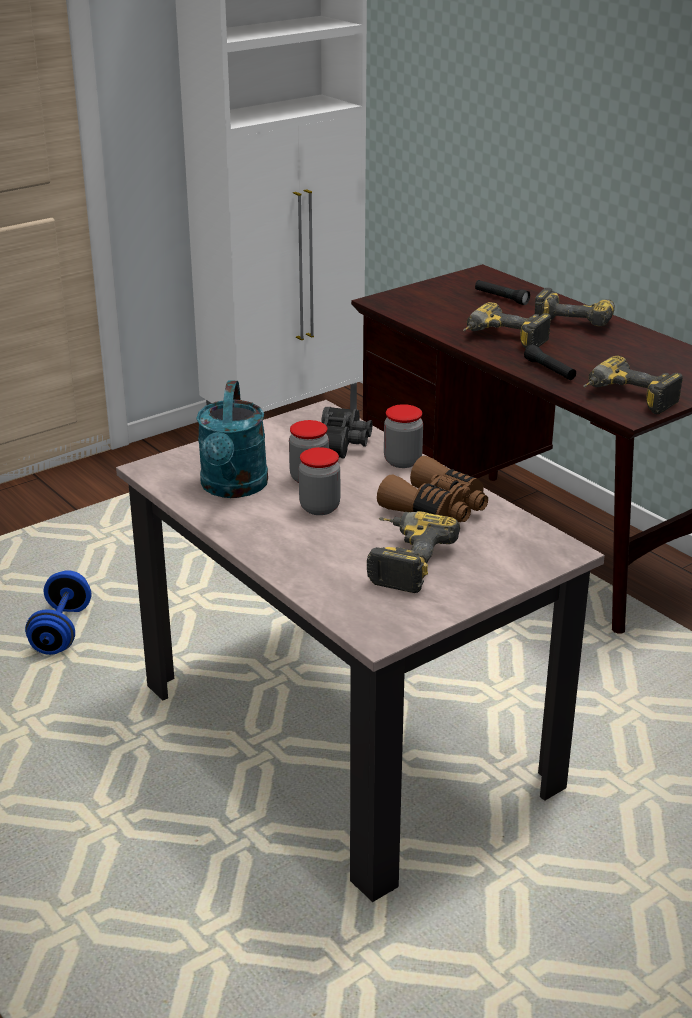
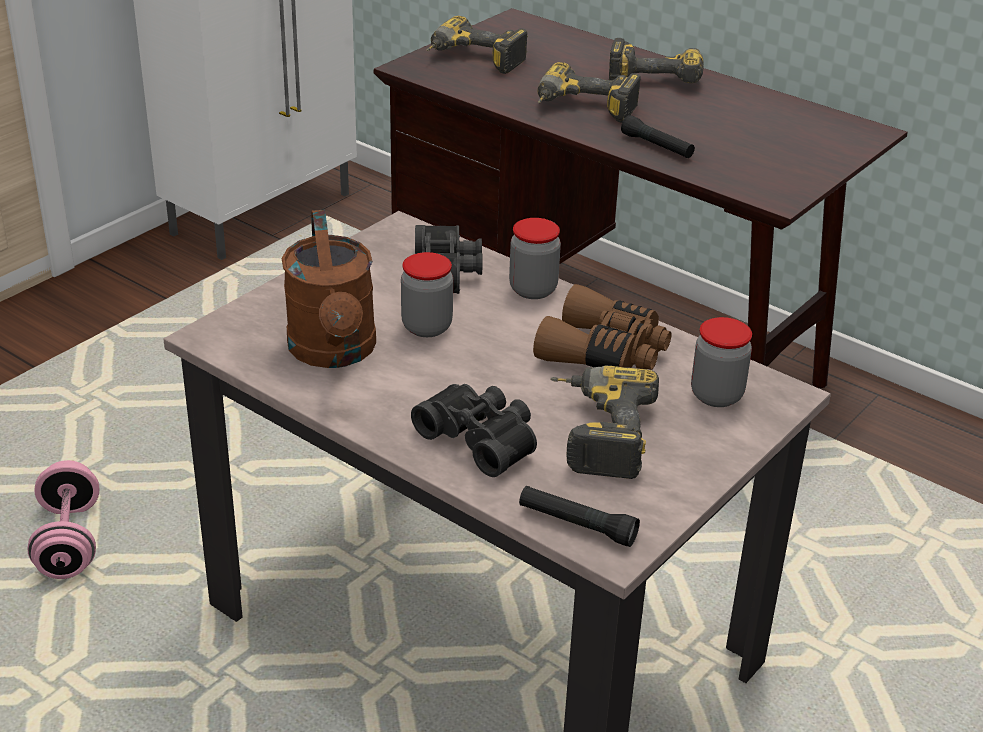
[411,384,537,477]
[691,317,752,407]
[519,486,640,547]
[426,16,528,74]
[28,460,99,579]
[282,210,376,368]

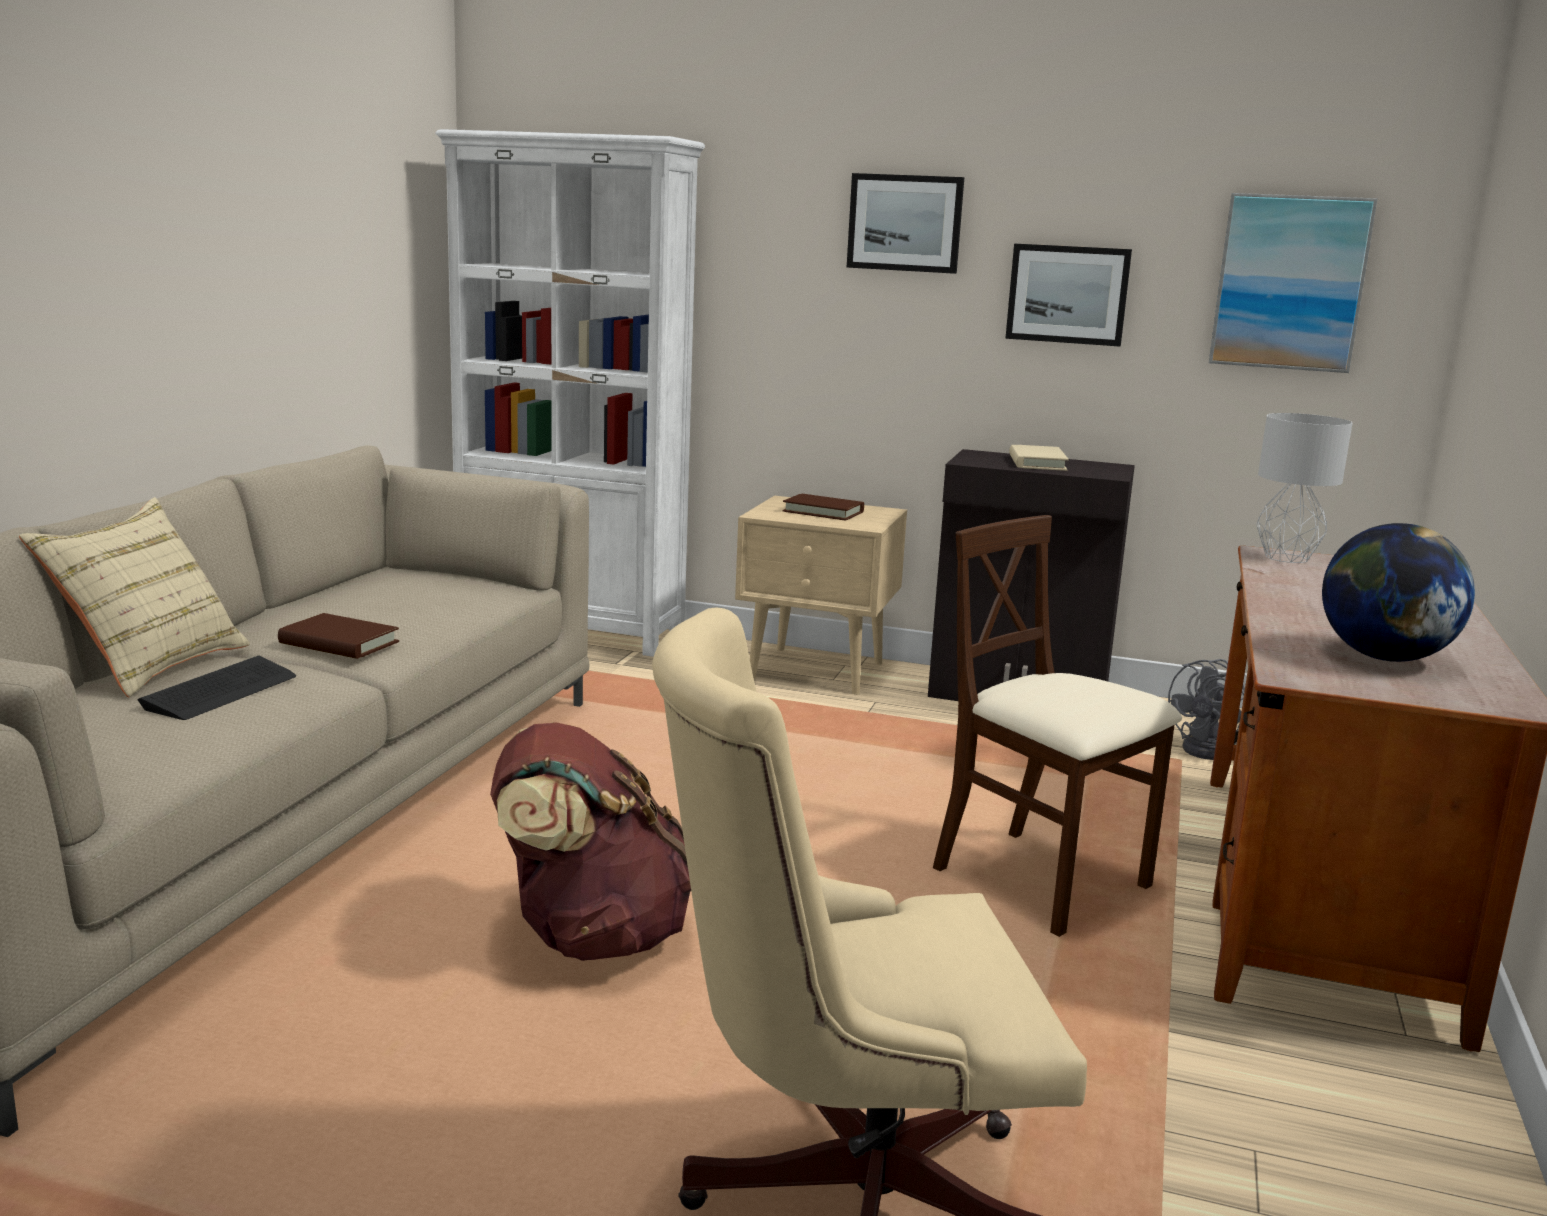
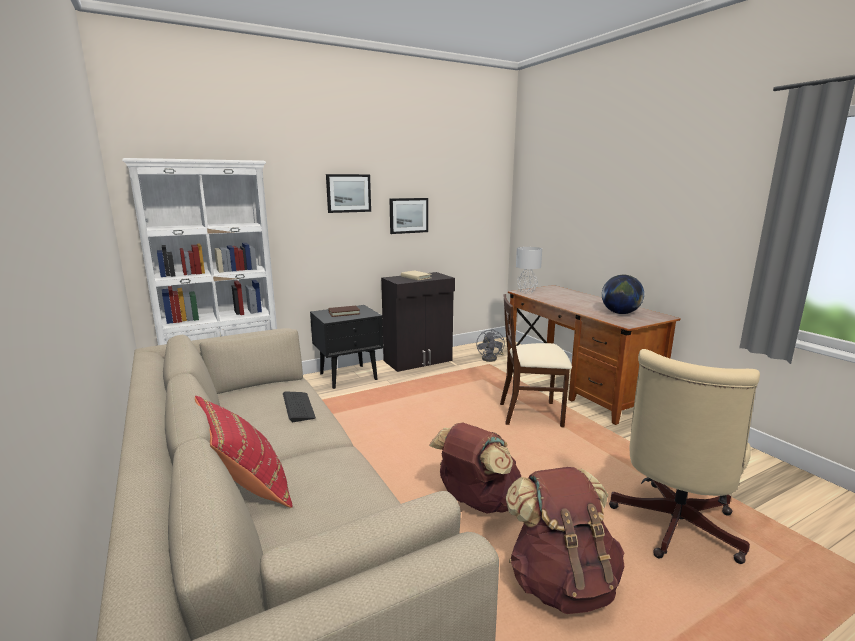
[278,613,399,659] (first image)
[1209,193,1378,373] (first image)
[506,467,625,614]
[283,391,316,422]
[195,396,293,508]
[310,305,383,389]

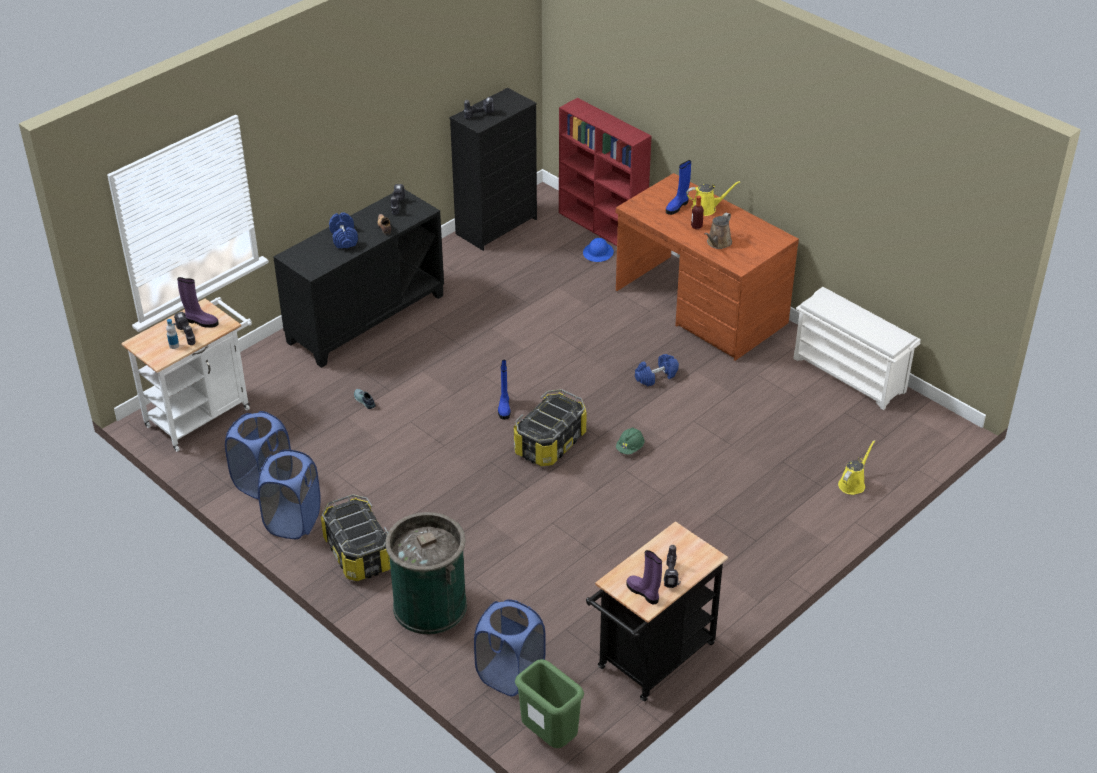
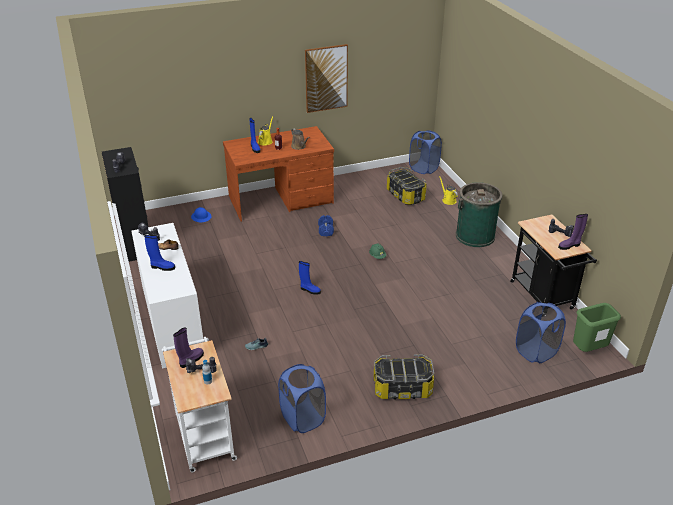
[559,98,651,246] (first image)
[793,287,921,410] (first image)
[305,44,348,113]
[409,130,442,174]
[456,182,503,247]
[387,167,427,205]
[144,235,175,271]
[131,223,203,369]

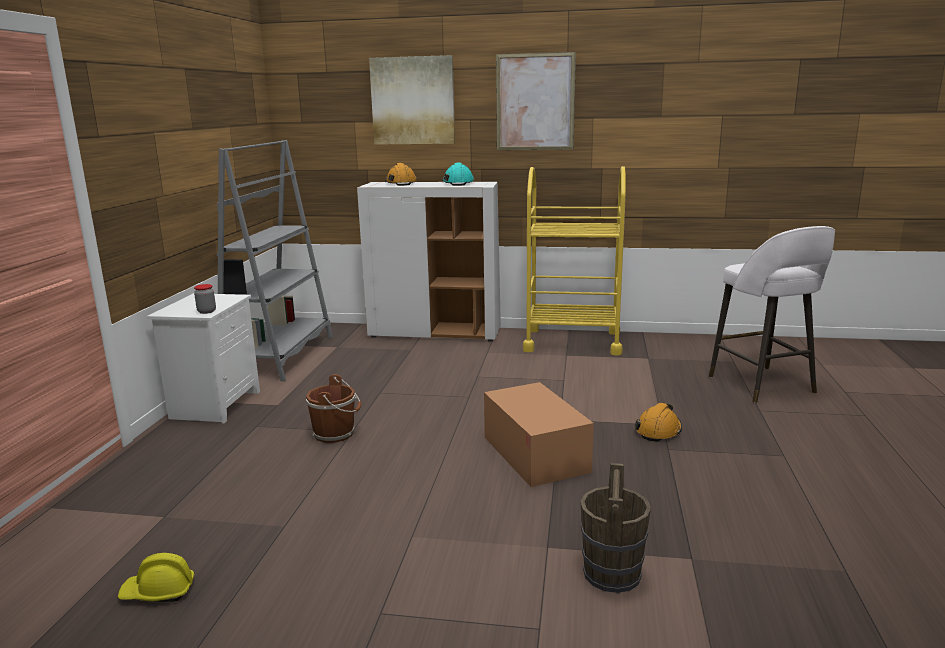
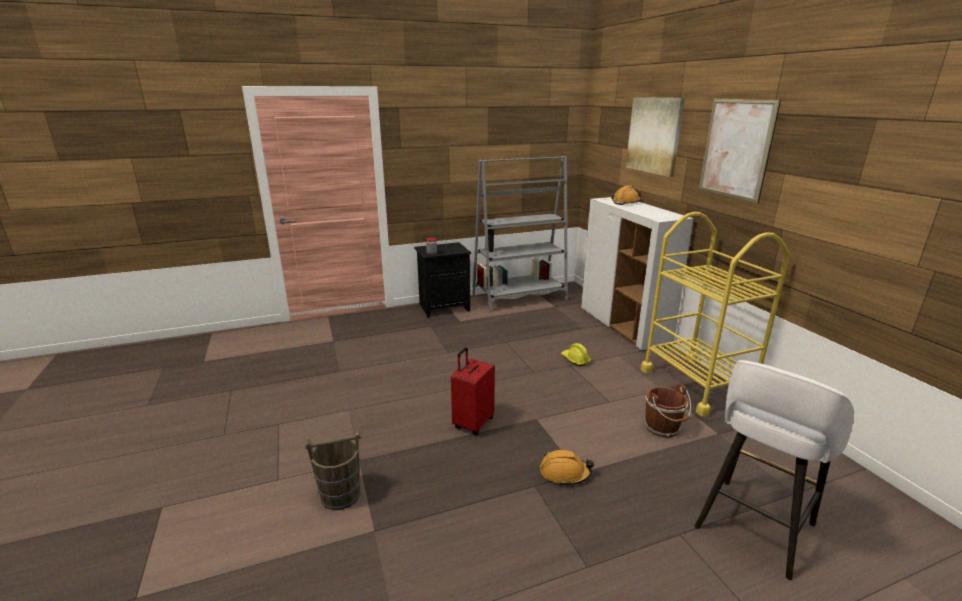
[442,162,475,186] (first image)
[561,343,591,366]
[644,384,691,437]
[451,347,495,435]
[414,242,471,318]

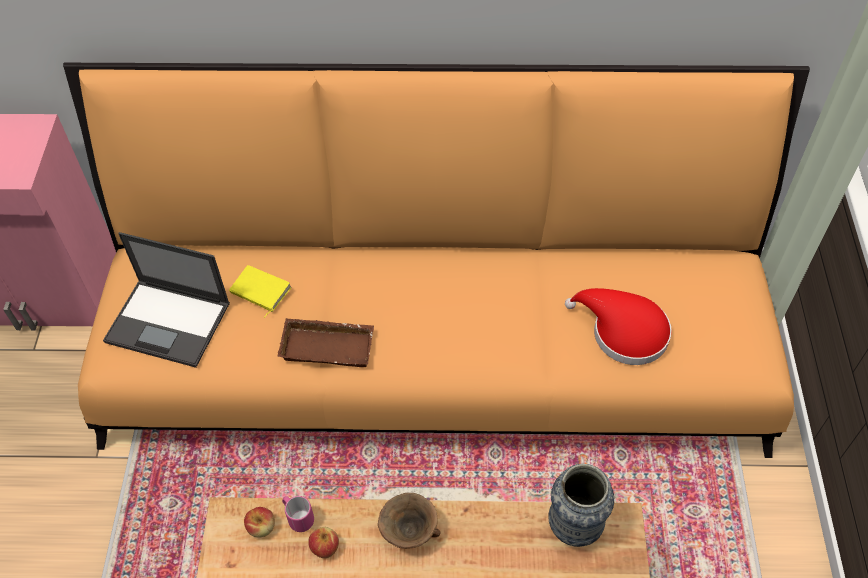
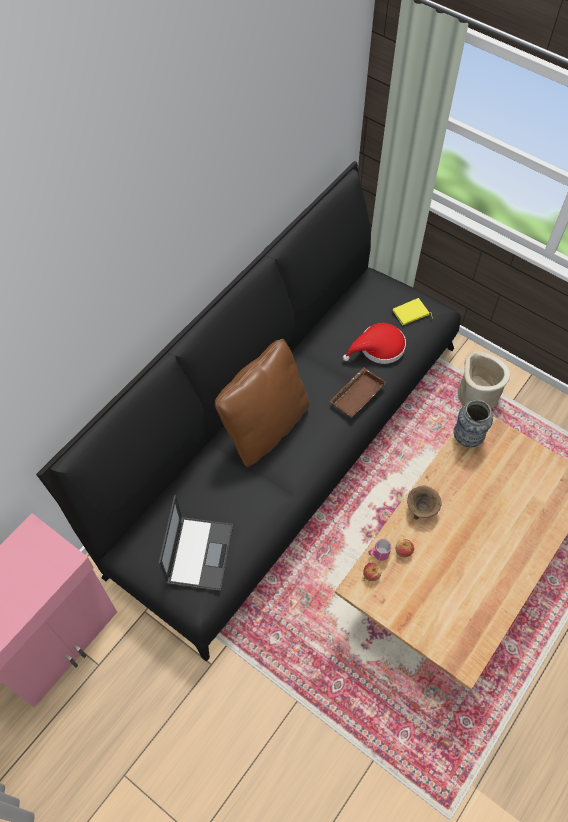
[215,339,309,467]
[458,351,510,409]
[393,298,433,325]
[330,367,386,418]
[36,161,461,661]
[159,495,233,591]

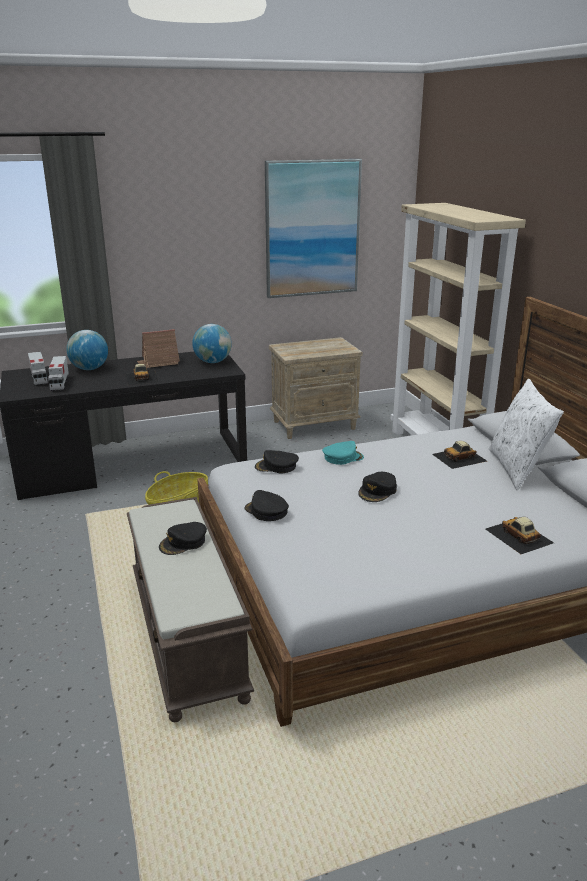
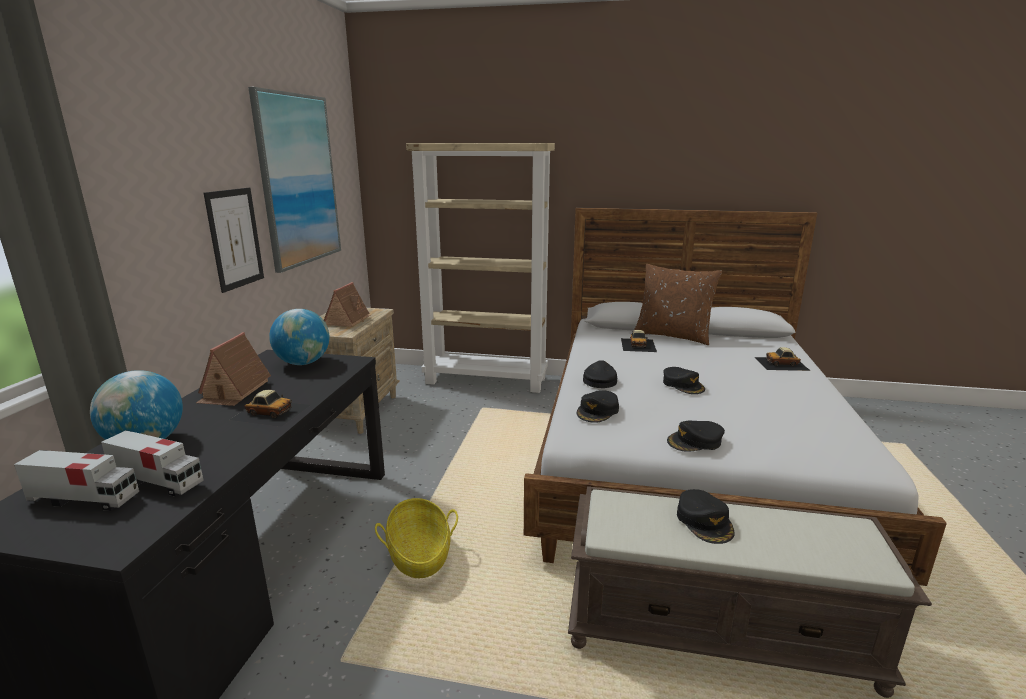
[204,188,264,293]
[324,282,370,327]
[583,360,617,388]
[634,264,722,345]

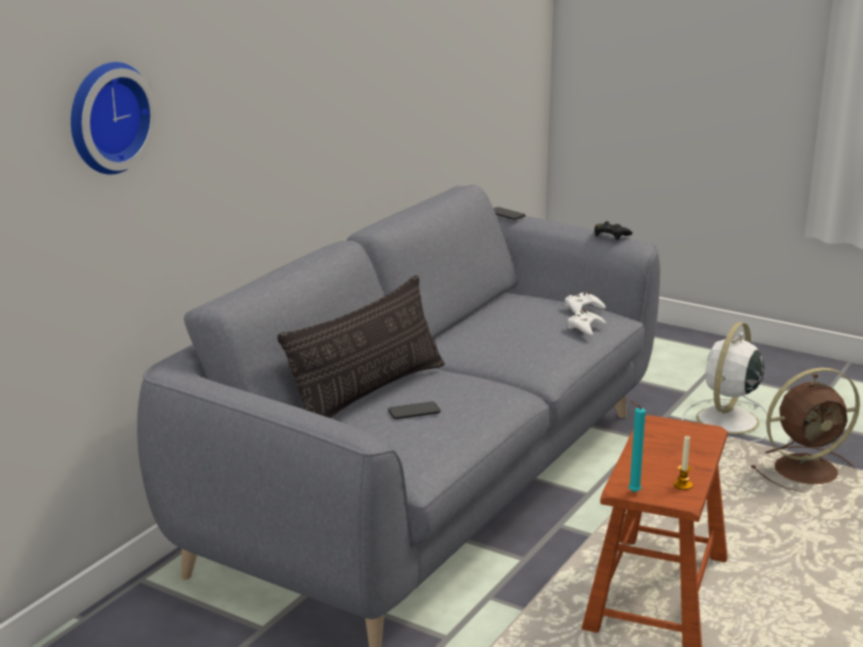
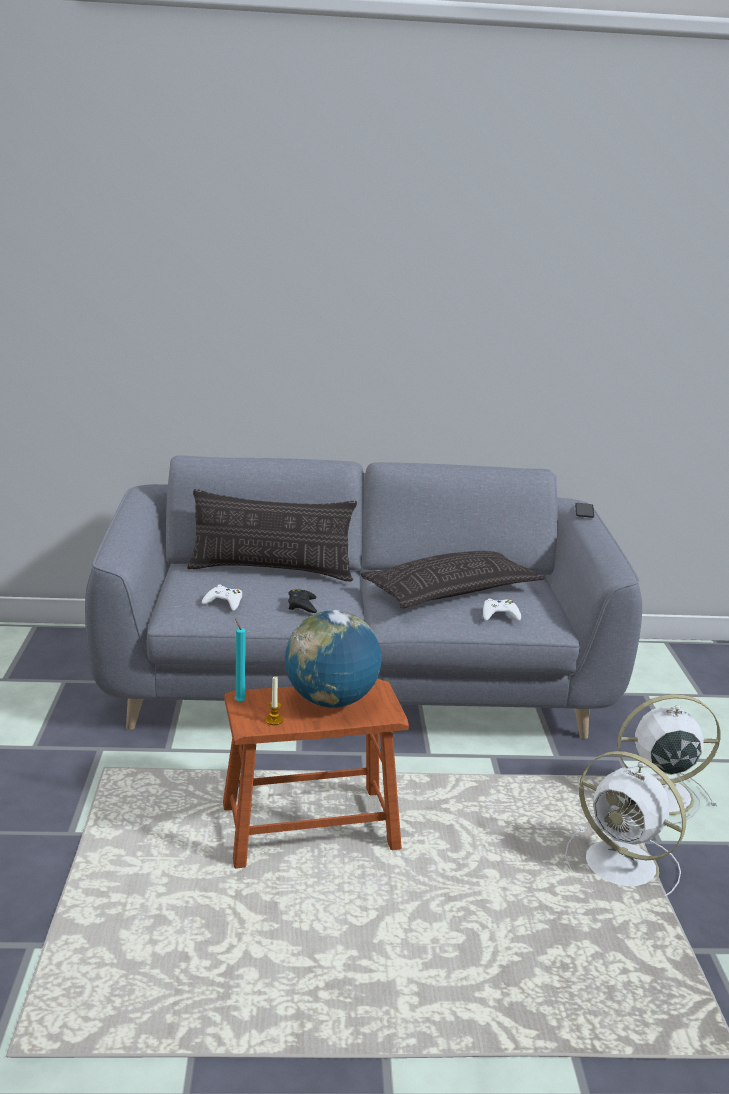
[71,62,157,174] (first image)
[388,402,441,419] (first image)
[285,610,381,708]
[361,551,545,609]
[202,585,242,611]
[288,589,317,613]
[565,751,686,896]

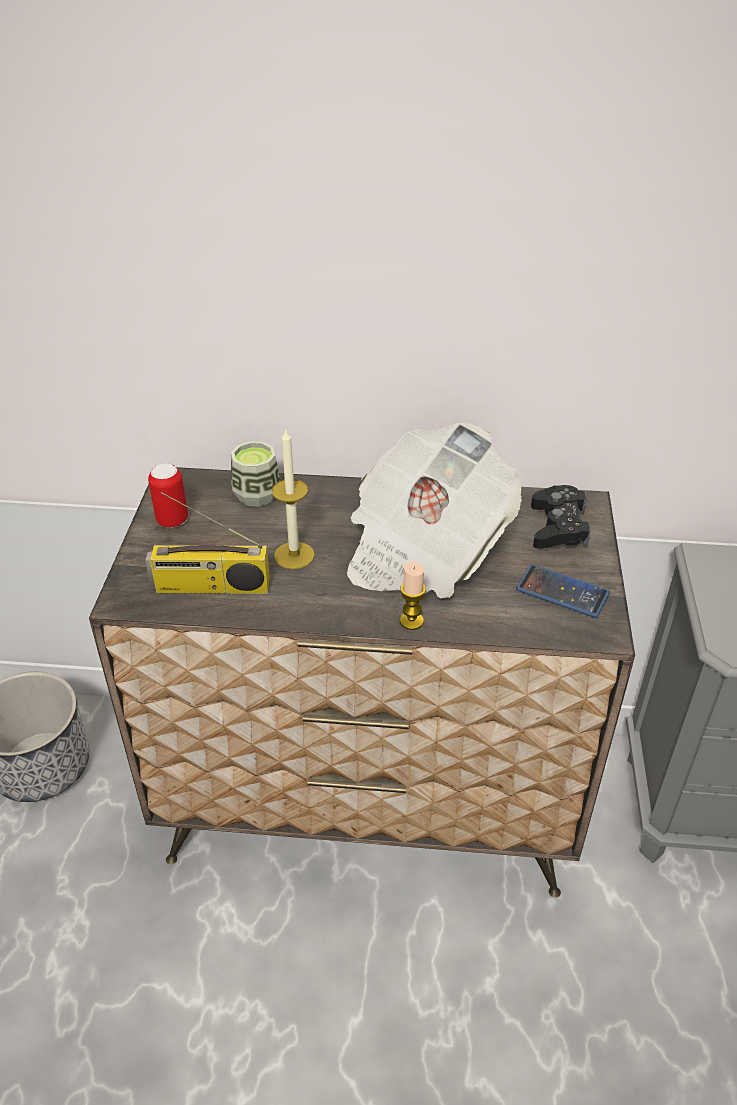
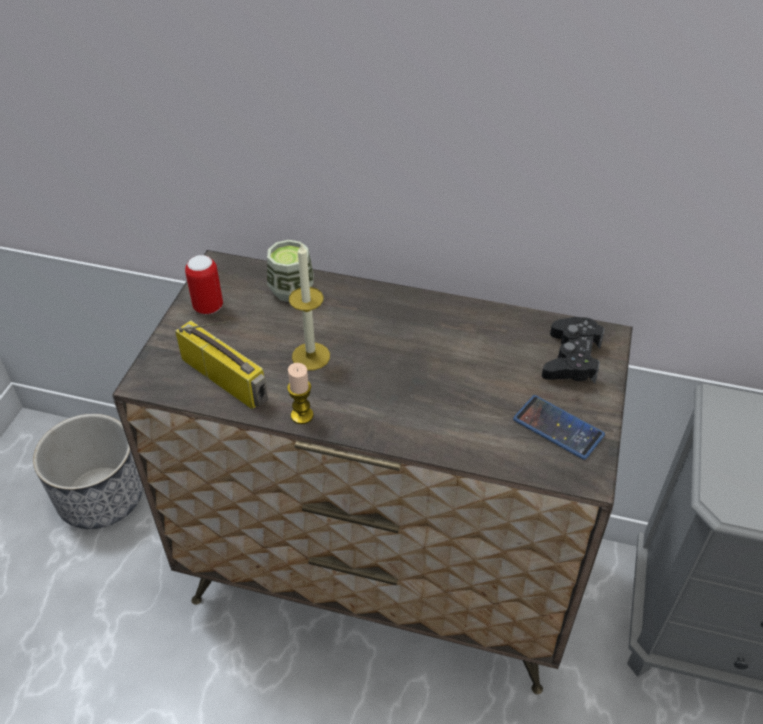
[347,423,522,598] (first image)
[287,363,314,424]
[175,320,268,409]

